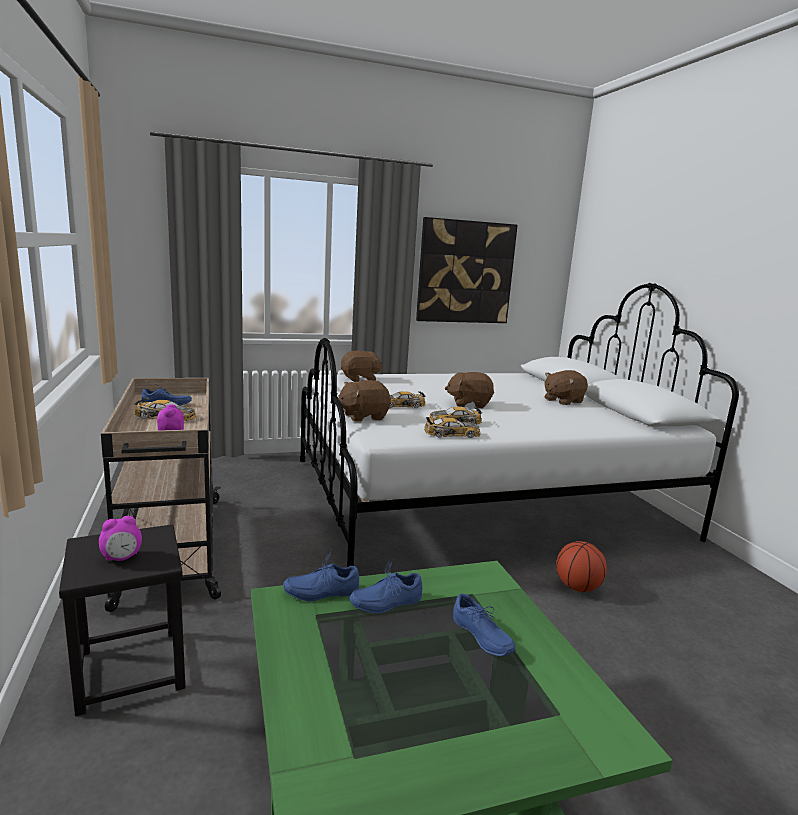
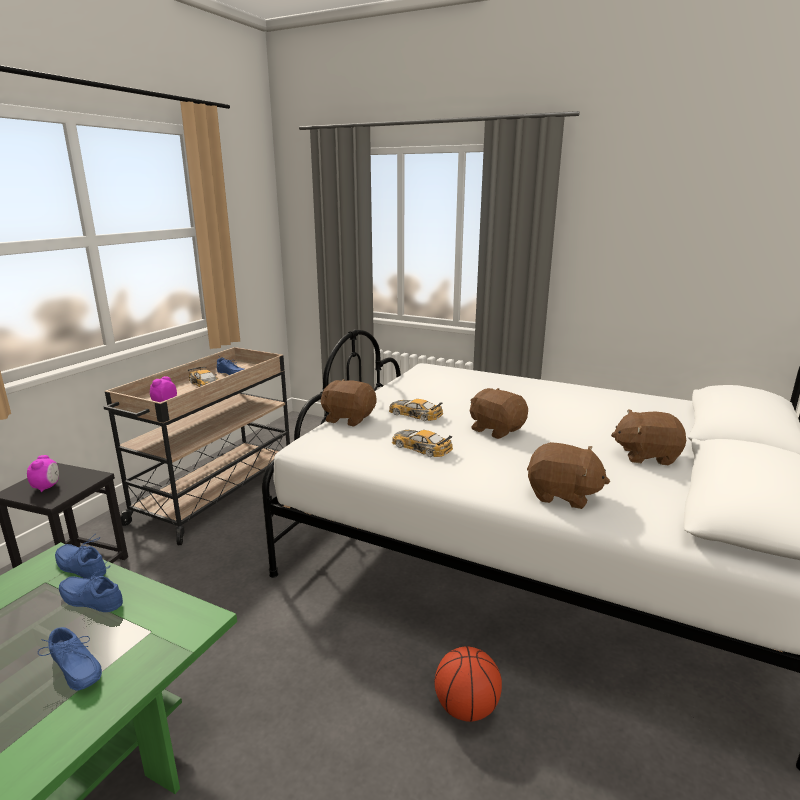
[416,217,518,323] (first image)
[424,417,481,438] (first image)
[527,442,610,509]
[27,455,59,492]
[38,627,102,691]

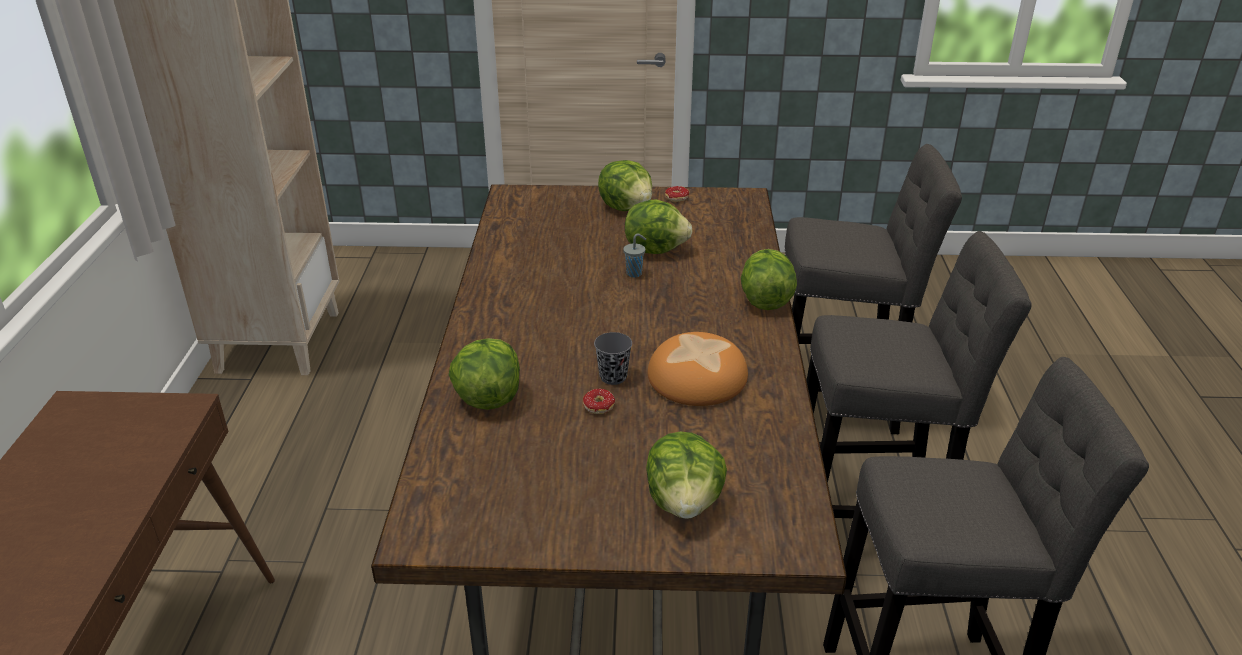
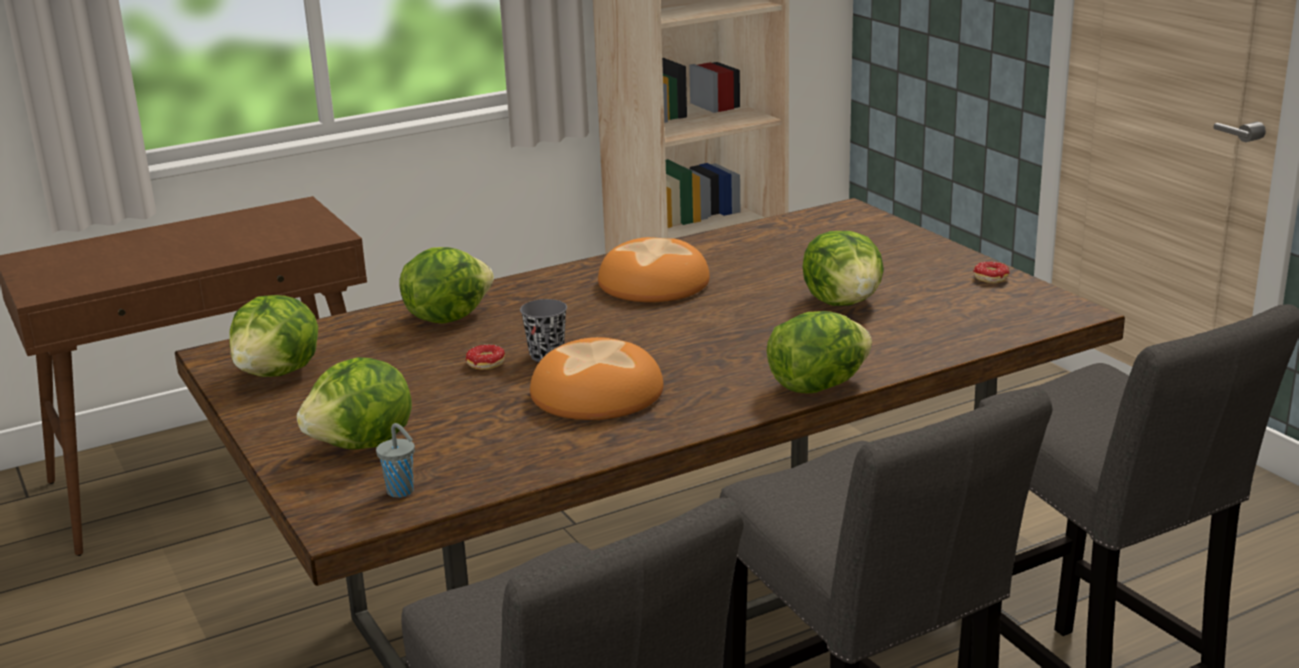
[598,237,710,302]
[229,295,318,377]
[376,423,415,498]

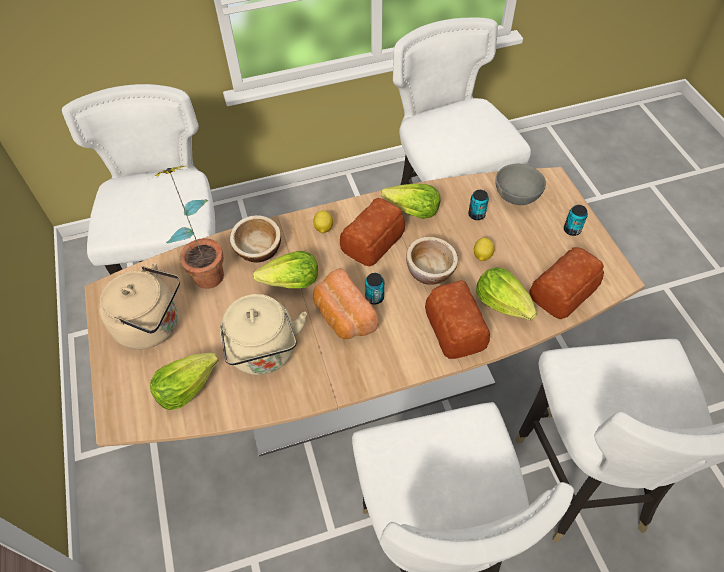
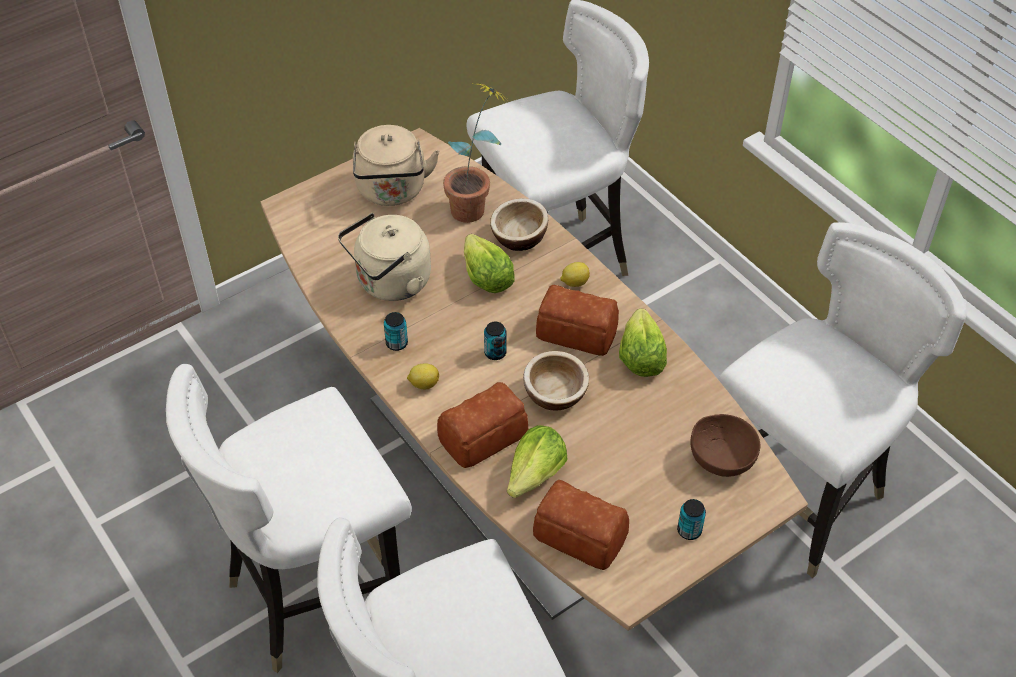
[150,352,219,410] (first image)
[313,268,378,339] (first image)
[384,312,408,351]
[407,363,439,390]
[690,414,760,477]

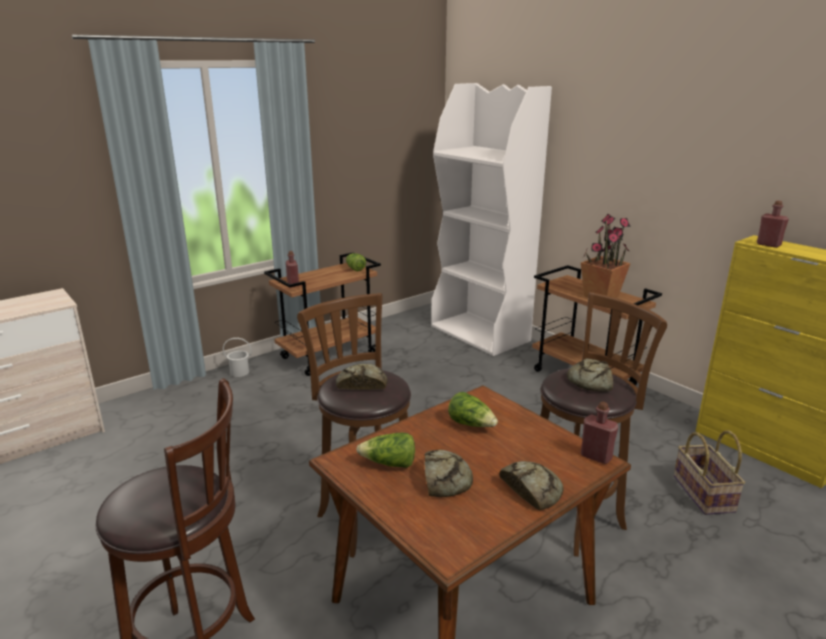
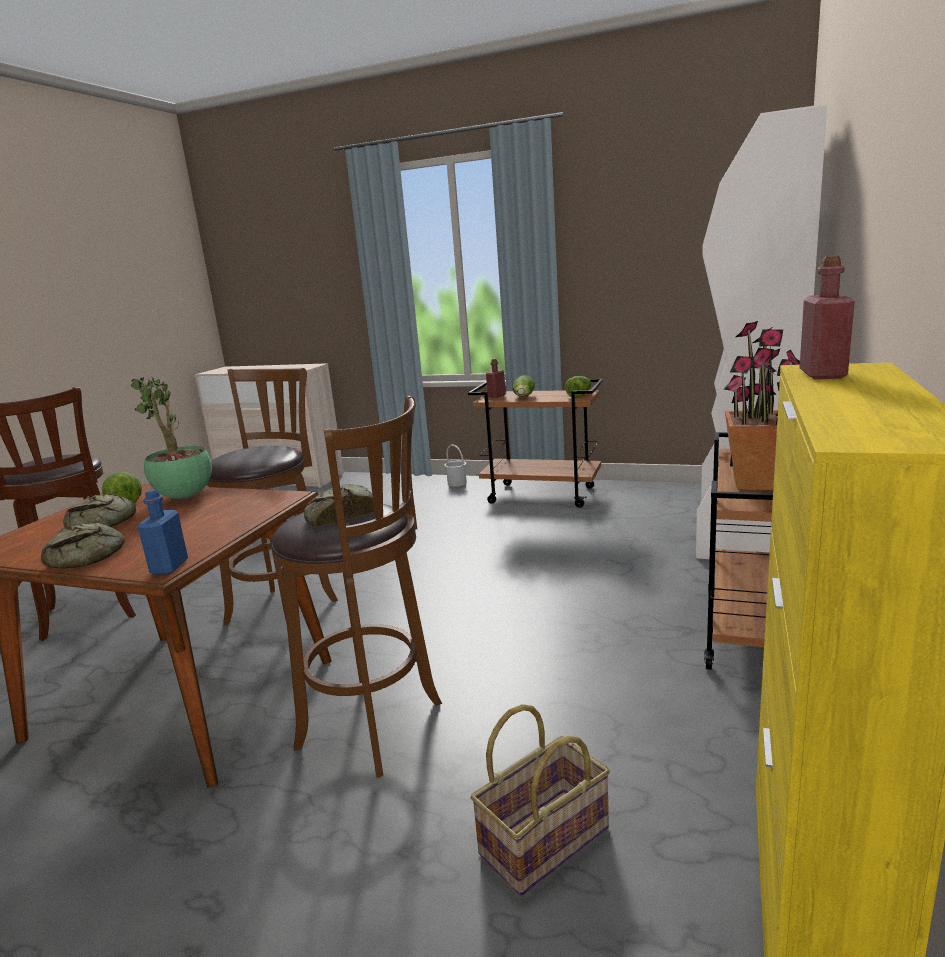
[336,364,388,390] (first image)
[131,377,212,499]
[513,375,535,397]
[137,489,188,575]

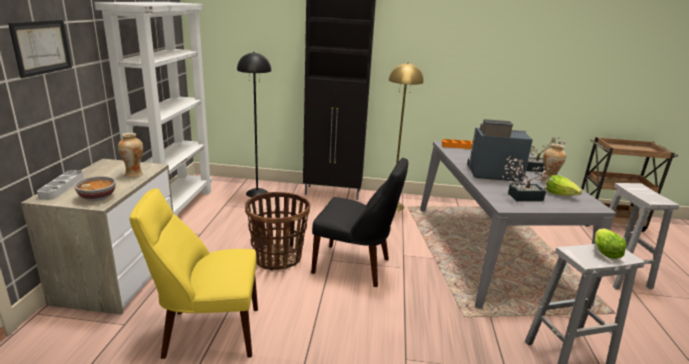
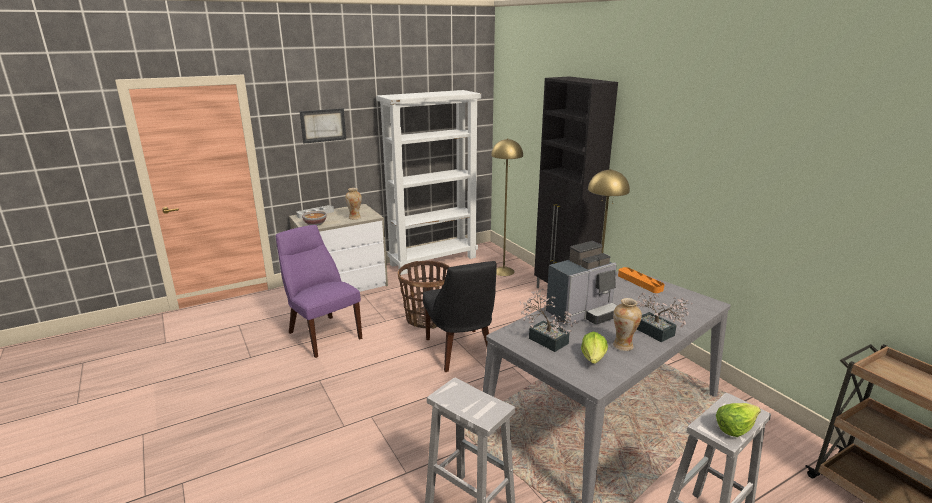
[716,403,761,437]
[276,225,362,358]
[491,138,523,276]
[546,241,618,325]

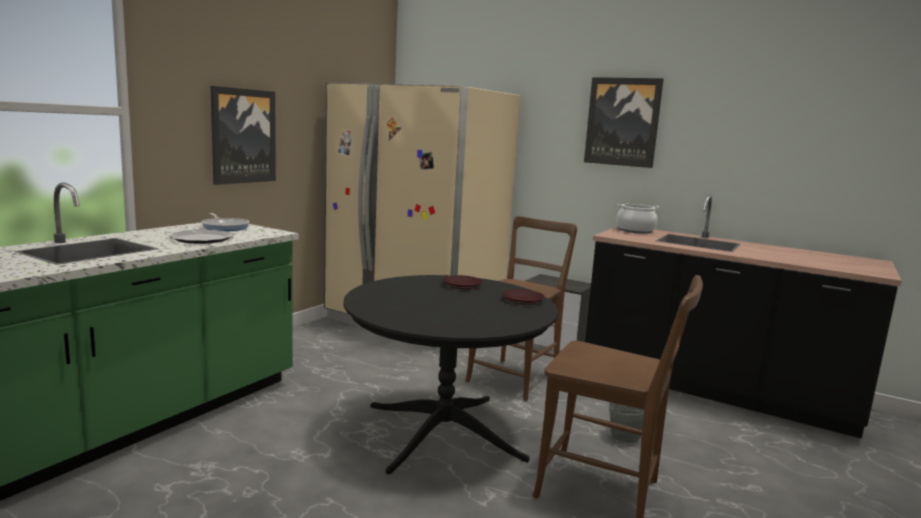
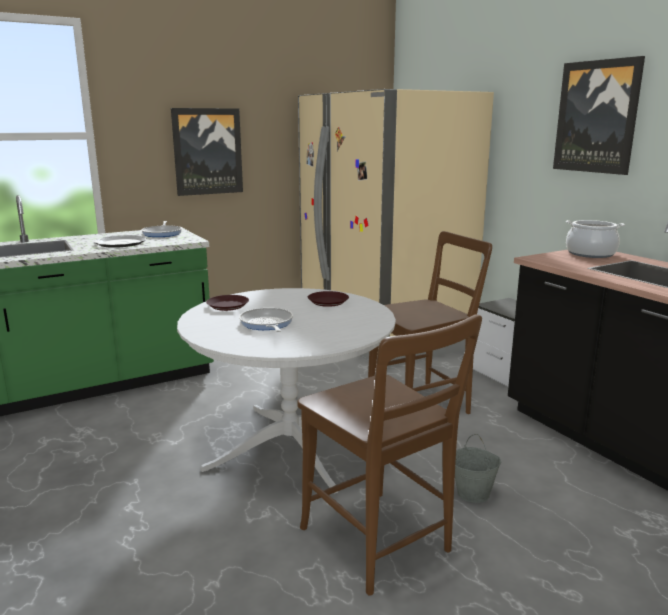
[239,308,293,332]
[206,295,249,311]
[177,288,396,494]

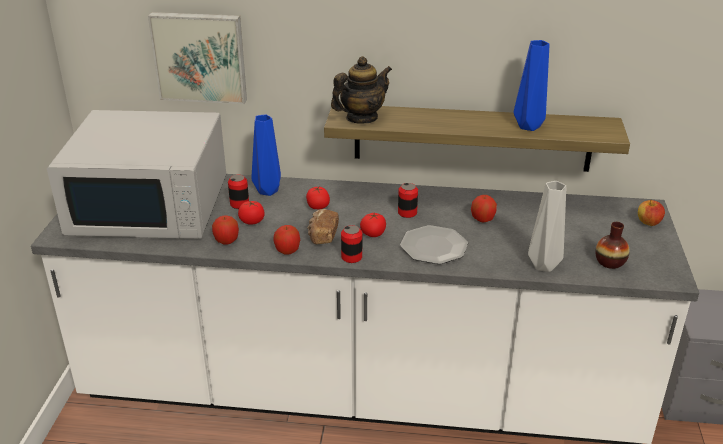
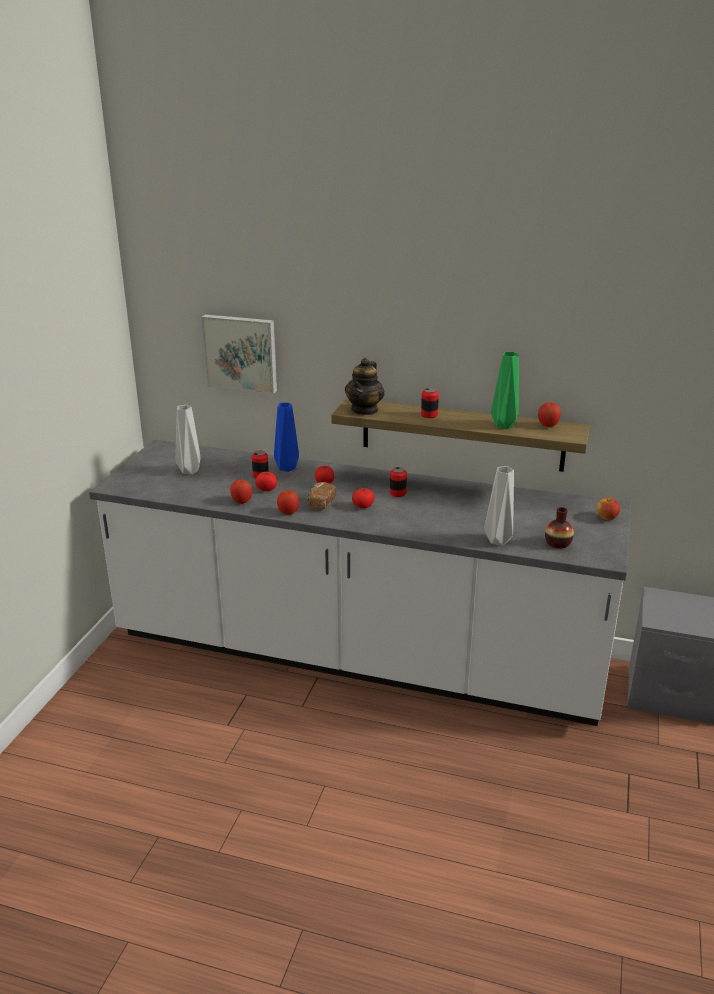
[400,225,468,264] (first image)
[421,388,439,418]
[538,402,561,427]
[175,405,201,475]
[491,352,519,429]
[345,358,385,415]

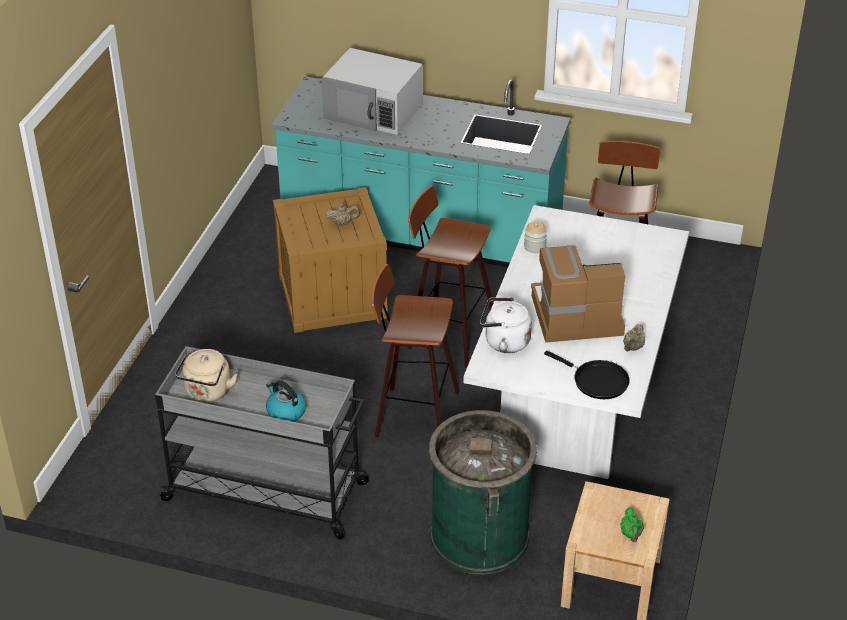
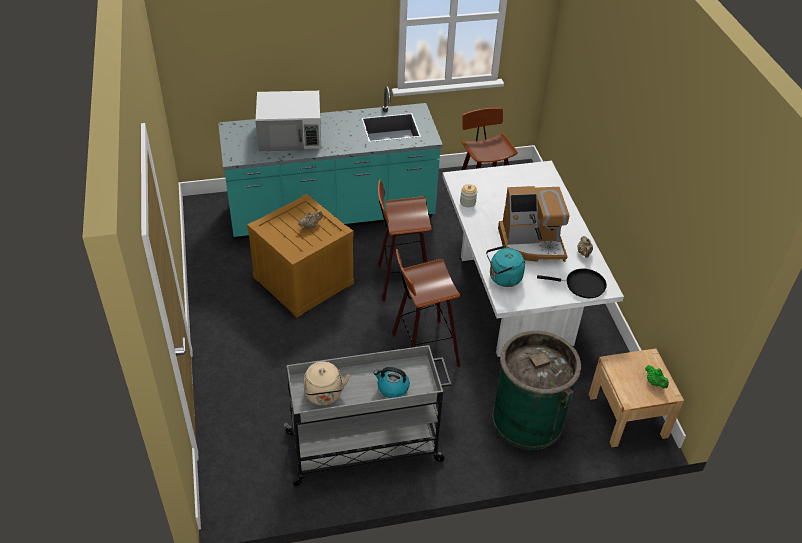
[486,246,525,287]
[498,186,569,262]

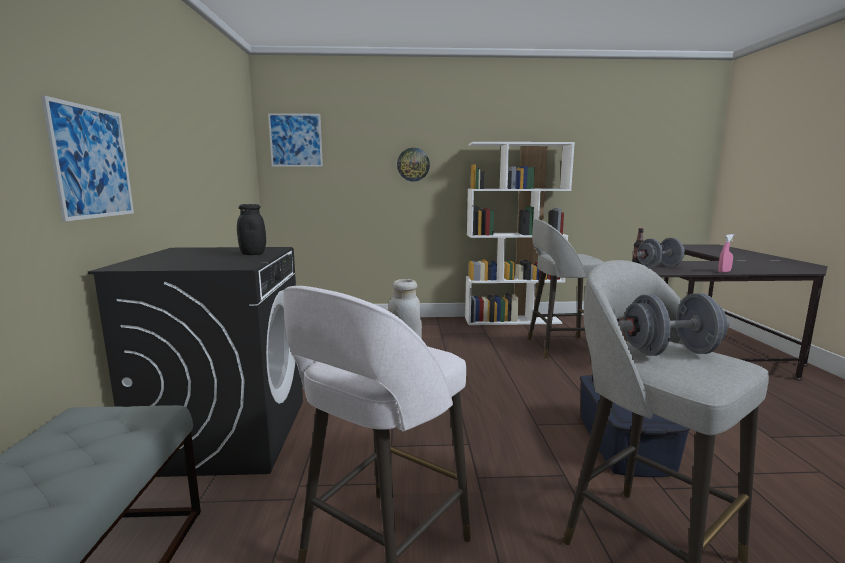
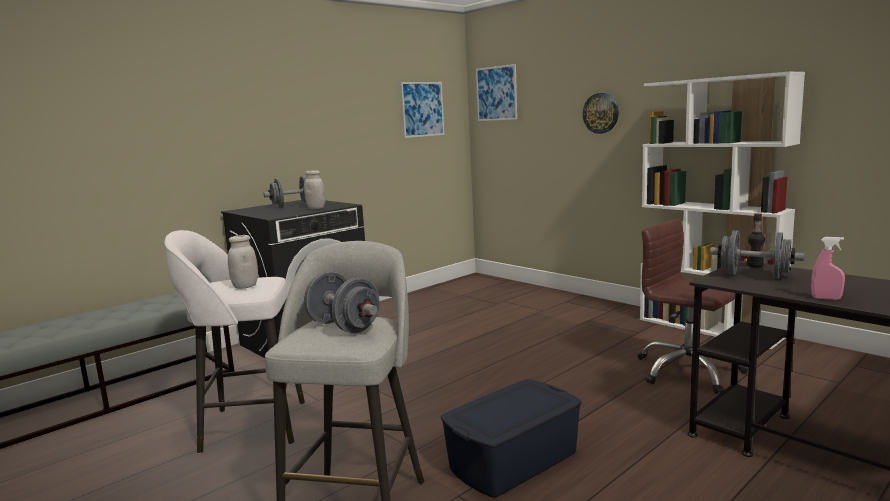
[264,176,307,208]
[400,82,444,138]
[637,219,748,394]
[304,170,325,209]

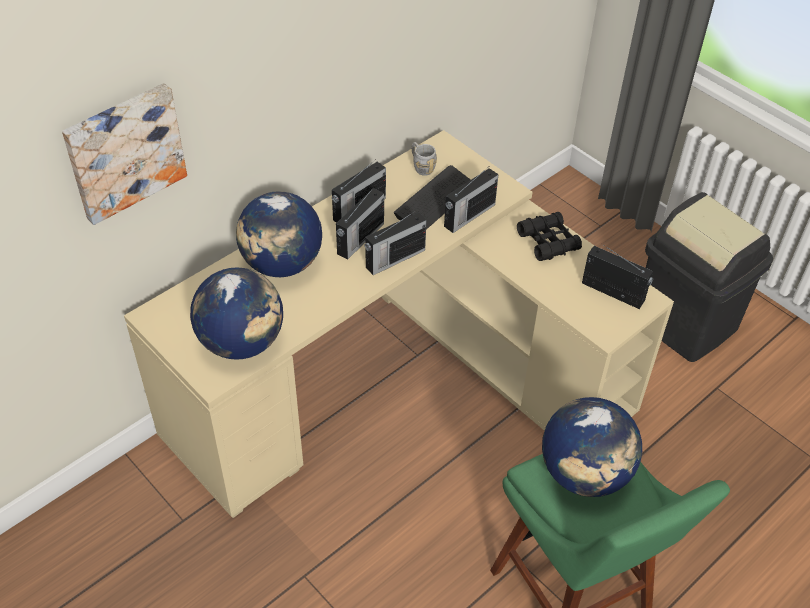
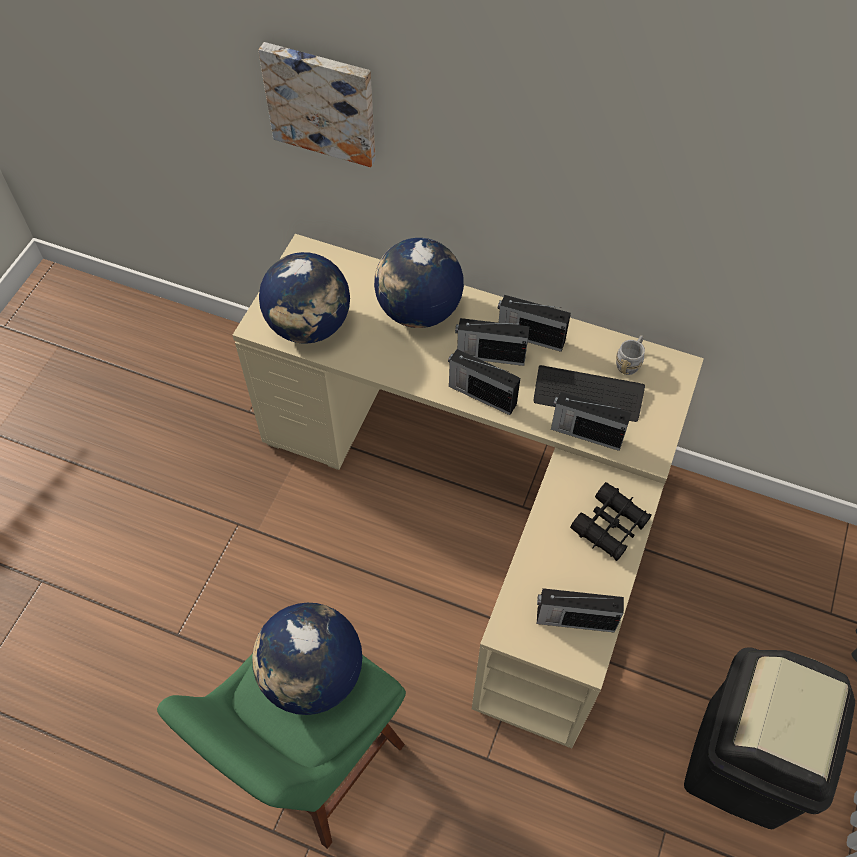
[537,588,624,633]

